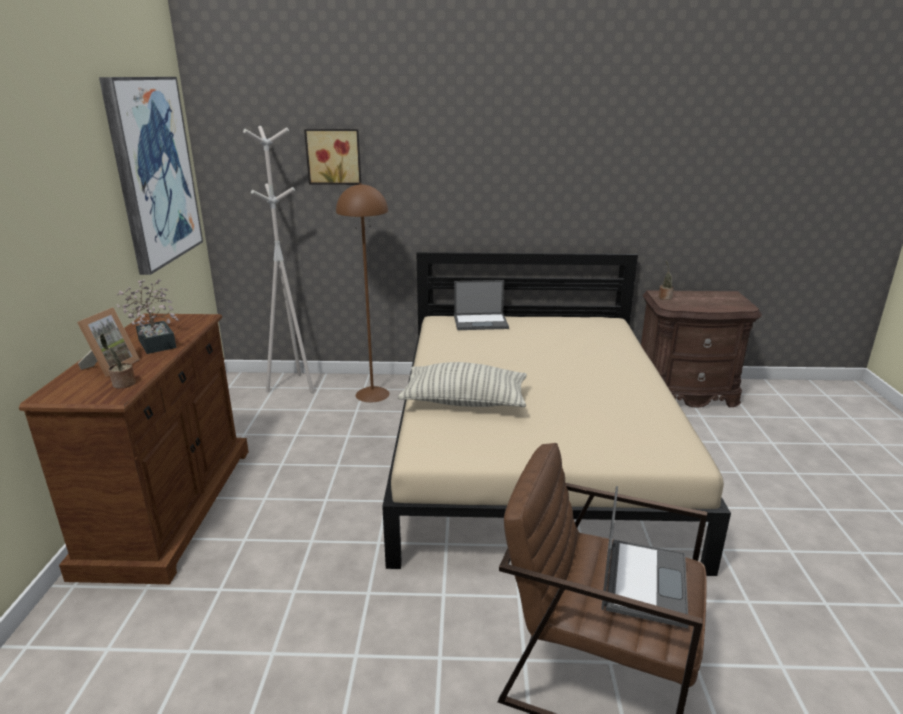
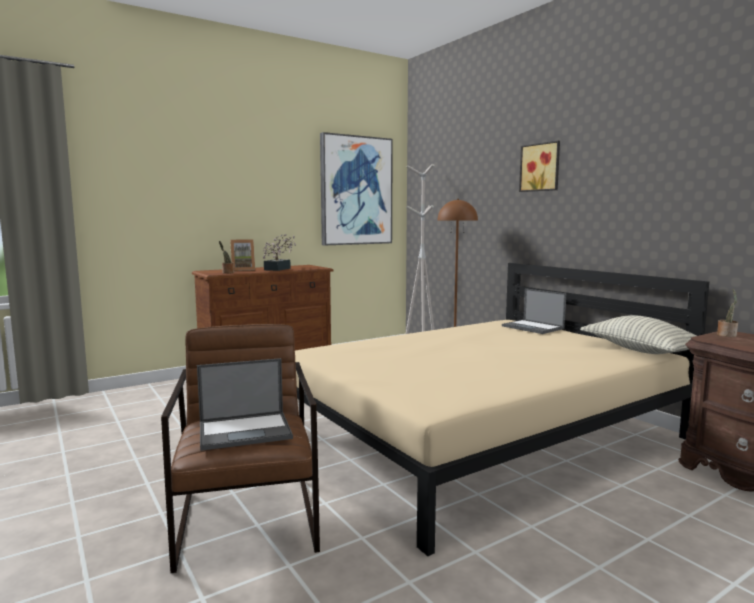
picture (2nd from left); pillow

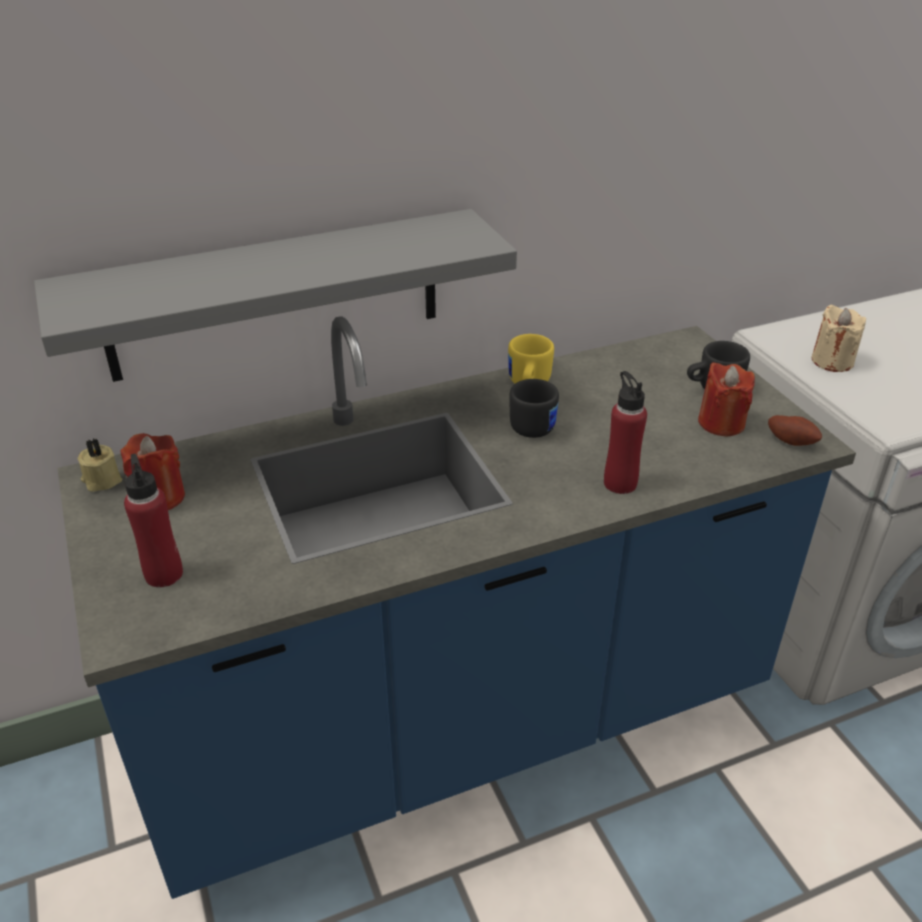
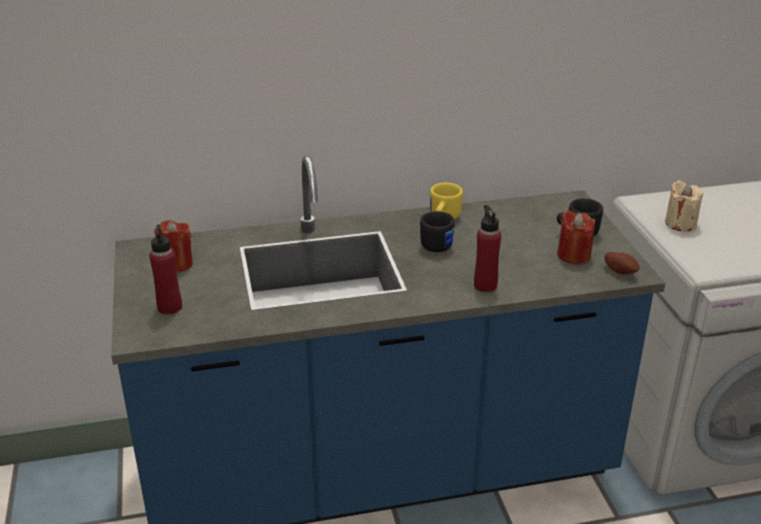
grey_shelf; beige_candle (1st from left in the first image)

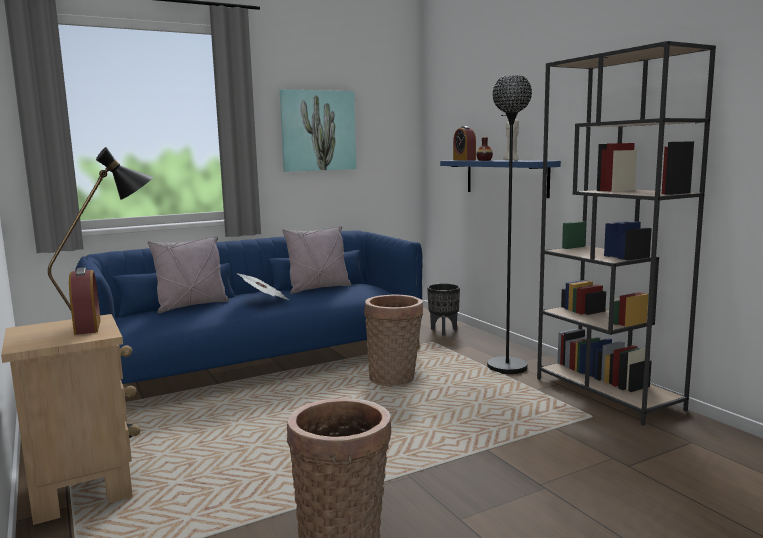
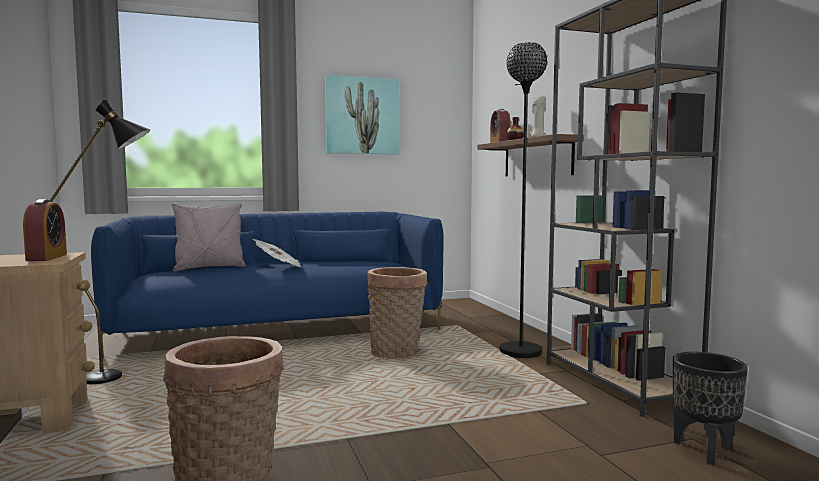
purple_pillow (2nd from left in the first image); black_planter; brown_shelf

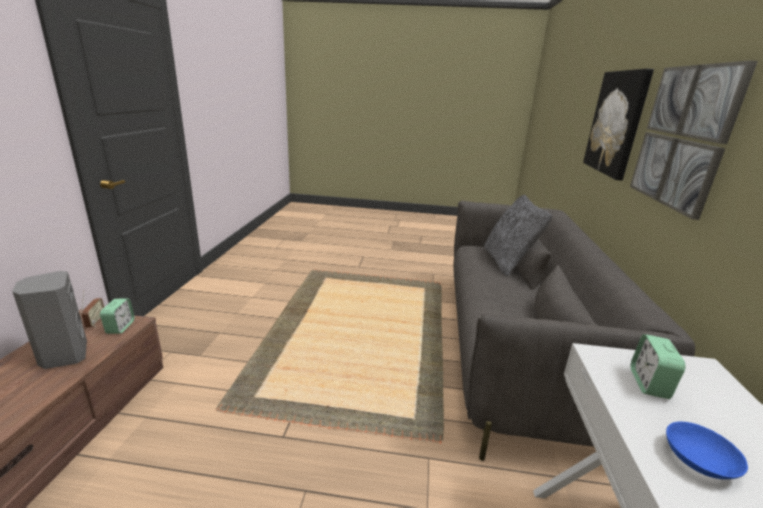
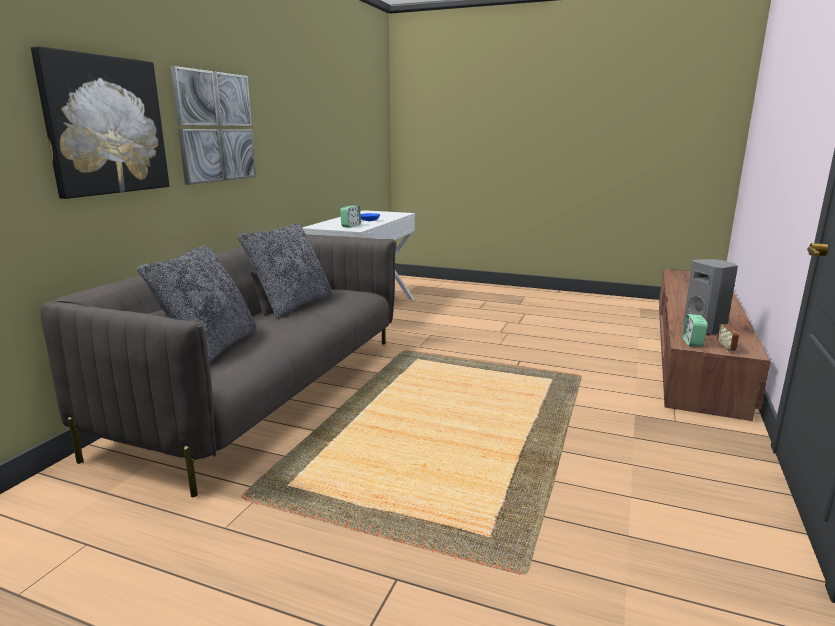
grey_pillow (2nd from left)

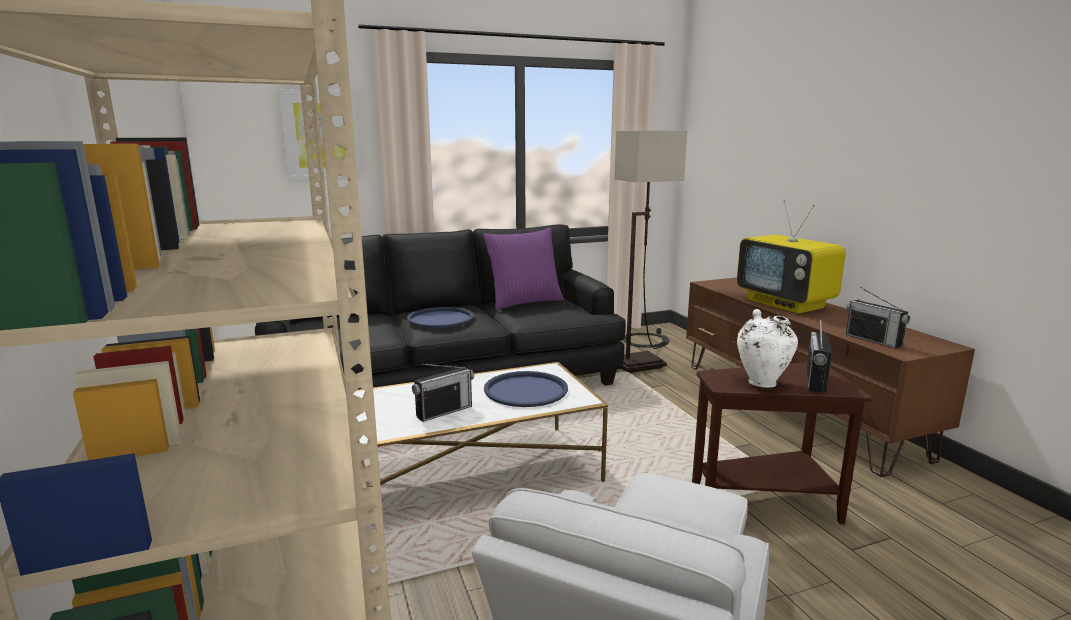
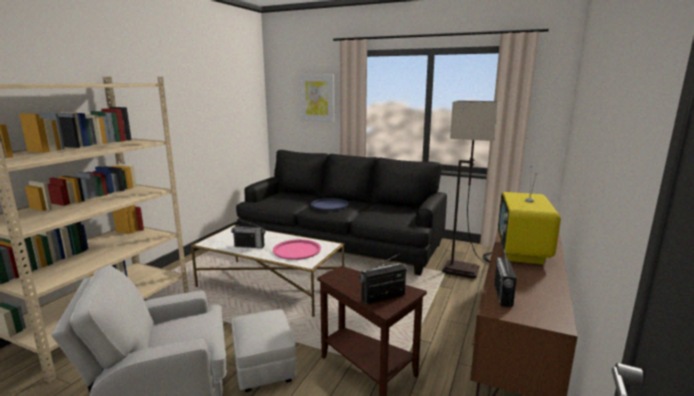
purple_pillow; white_vase; pink_tray

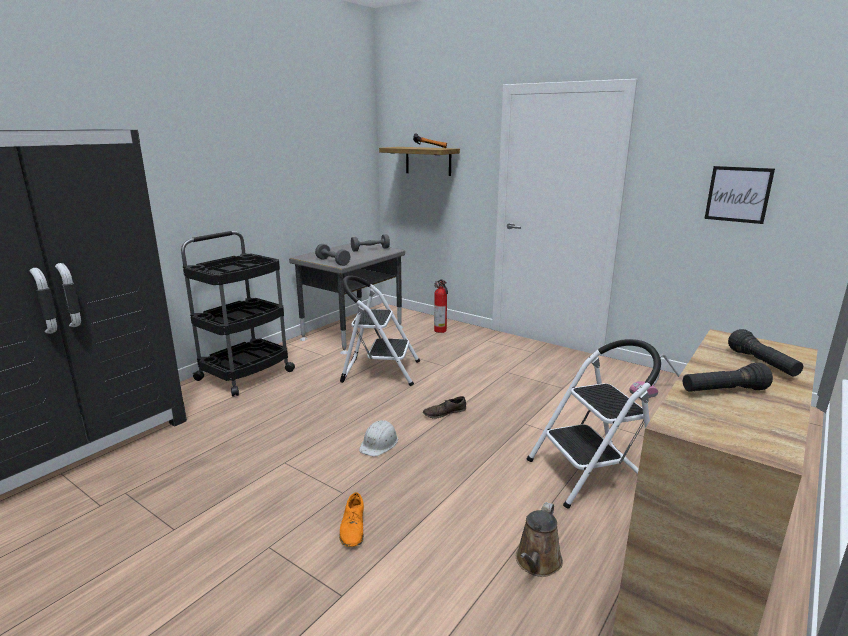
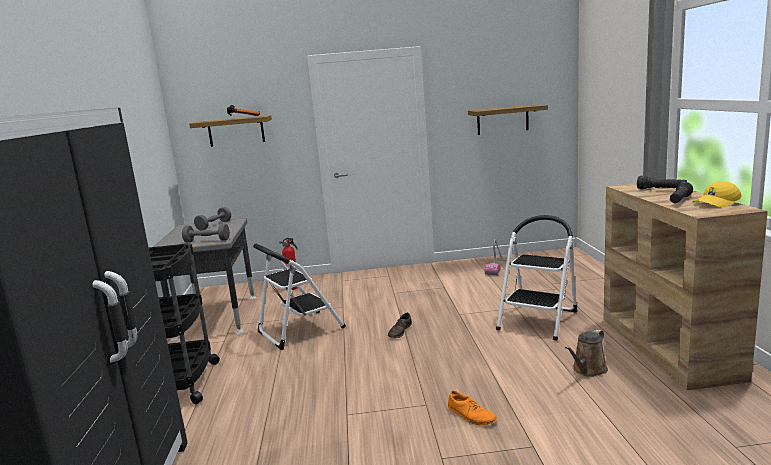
white_hard_hat; yellow_cap; shelf (2nd from left); brown_watering_can

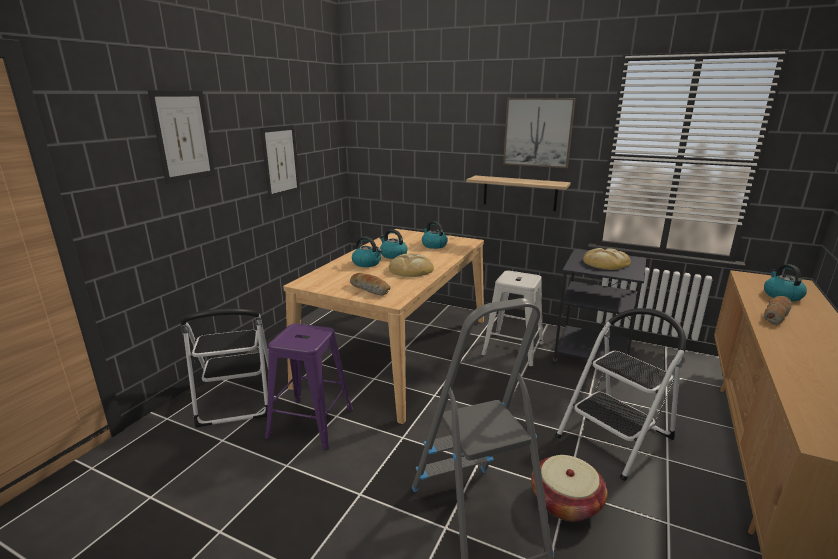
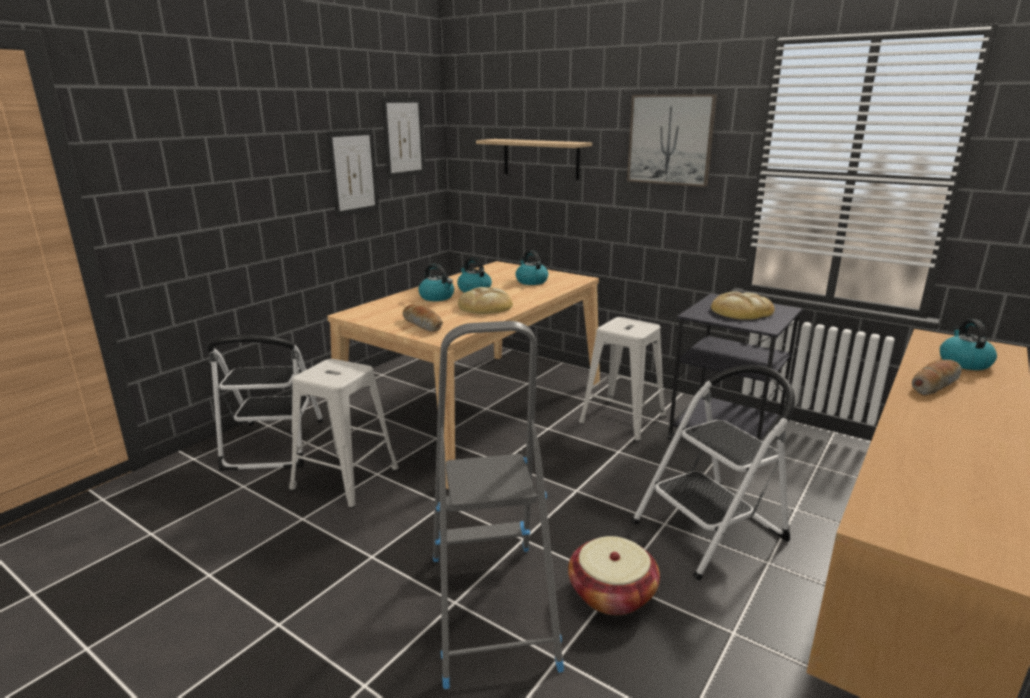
picture (2nd from left); shelf; white_stool (1st from left)

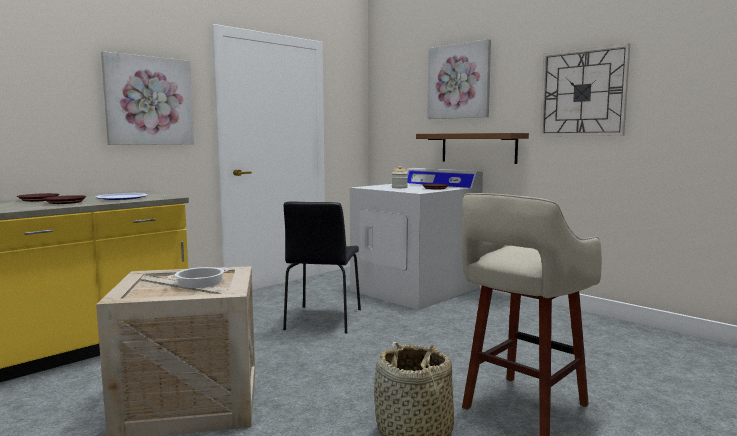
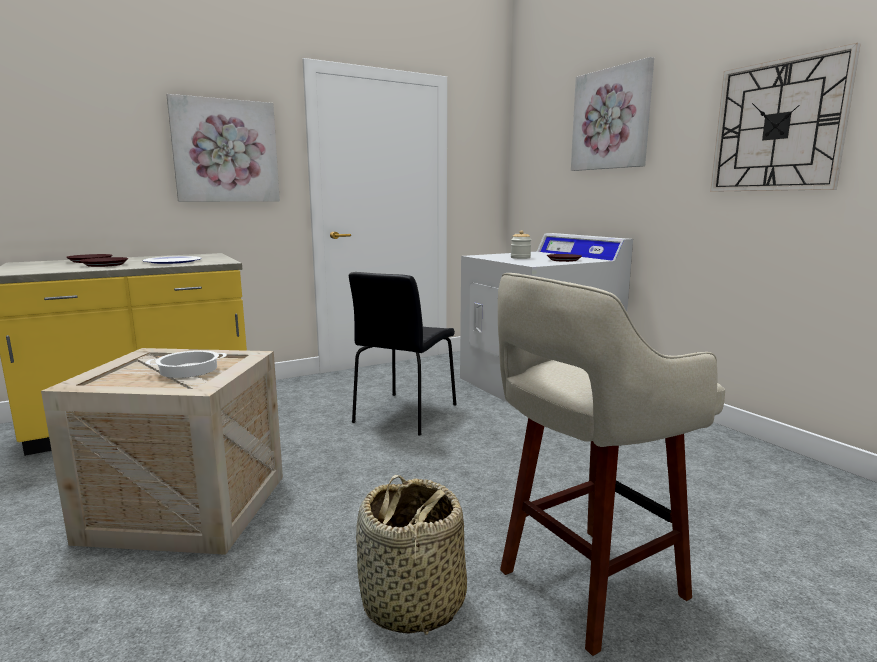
brown_shelf

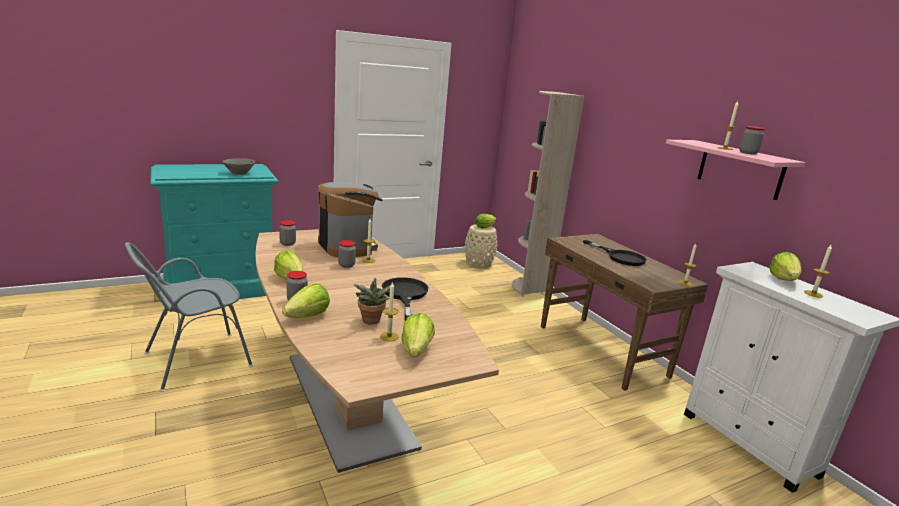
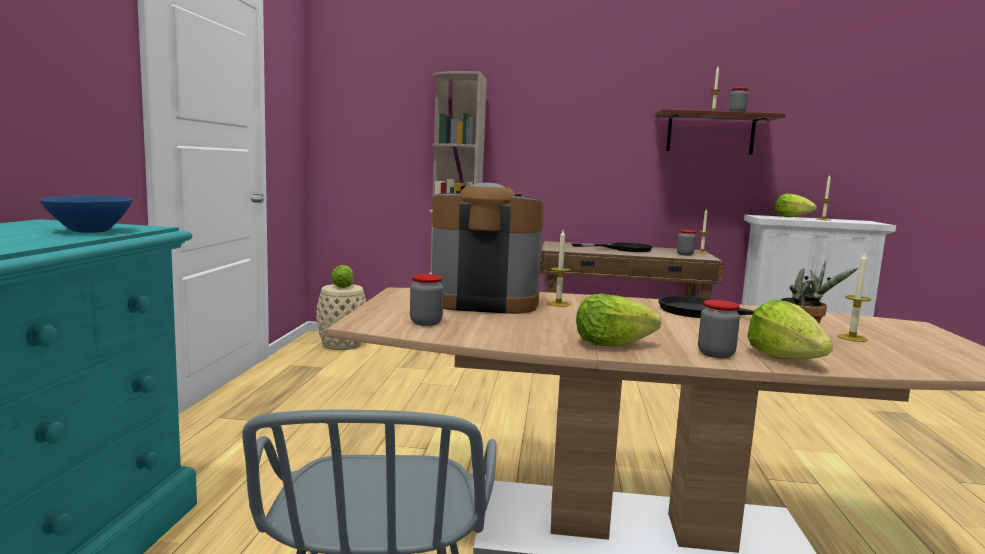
lettuce (3rd from left in the first image); jar (2nd from left); blue_bowl; brown_shelf

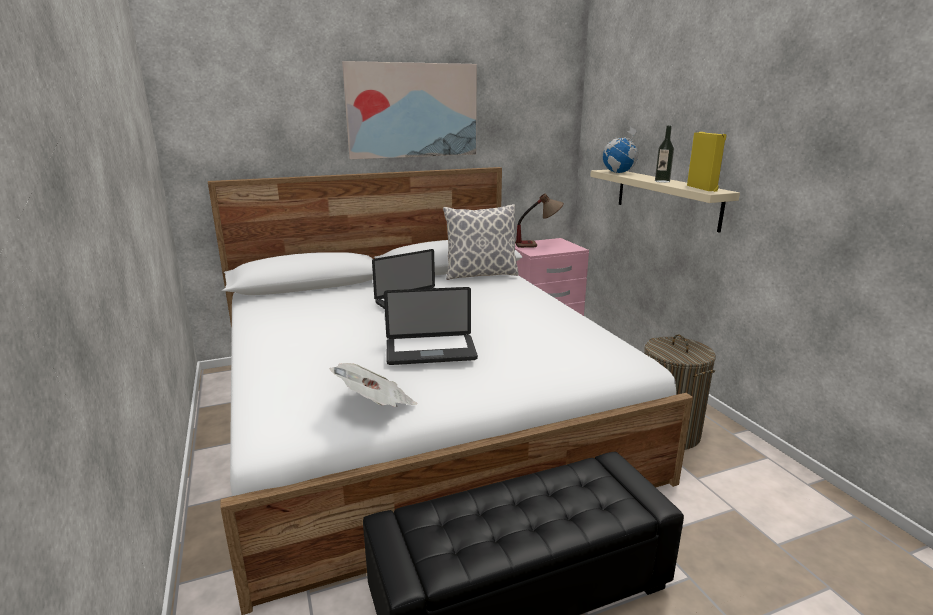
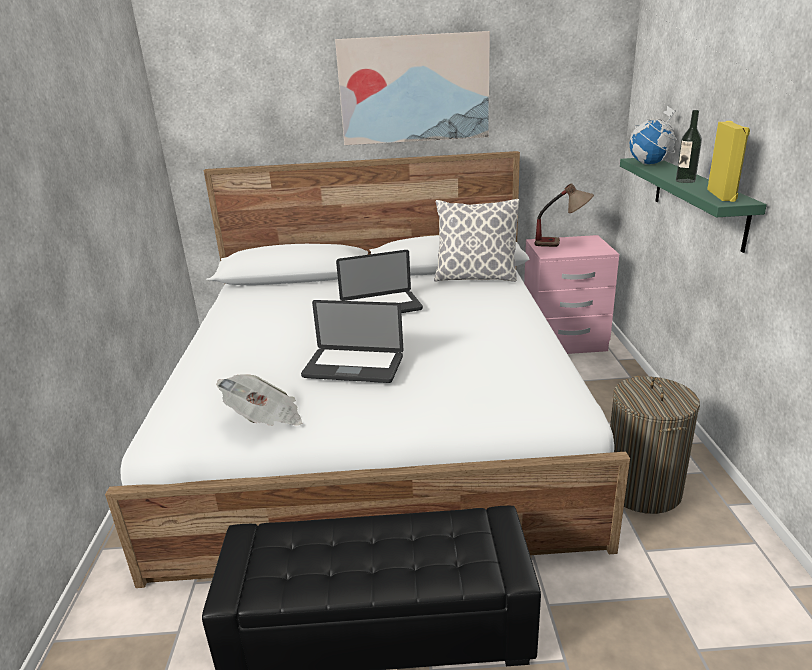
green_shelf

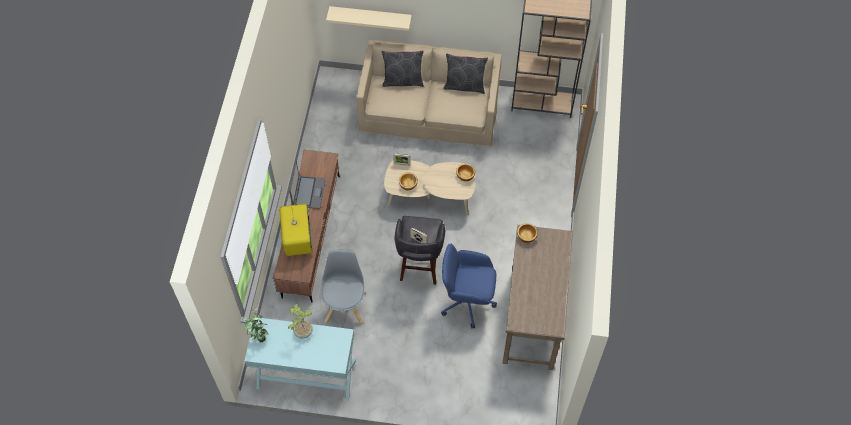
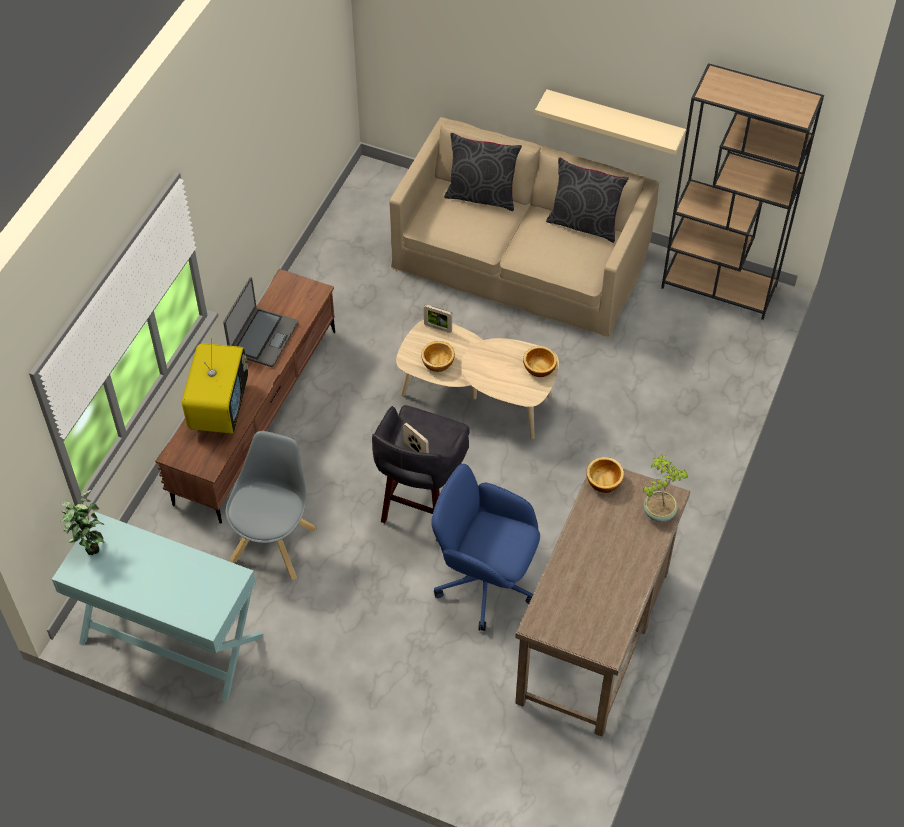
potted_plant (2nd from left); beige_shelf

